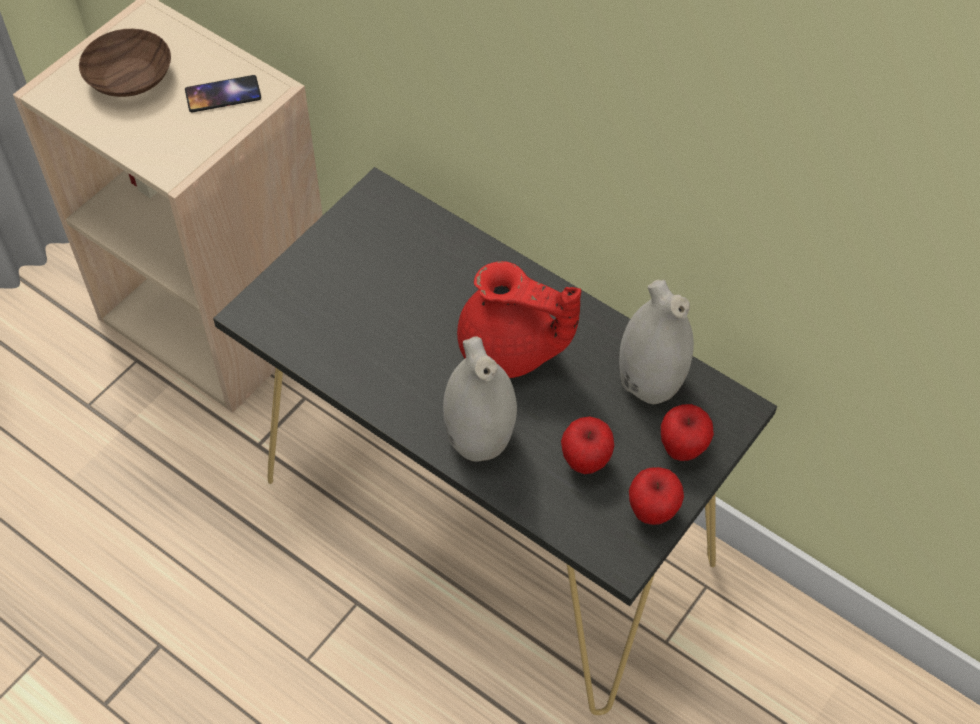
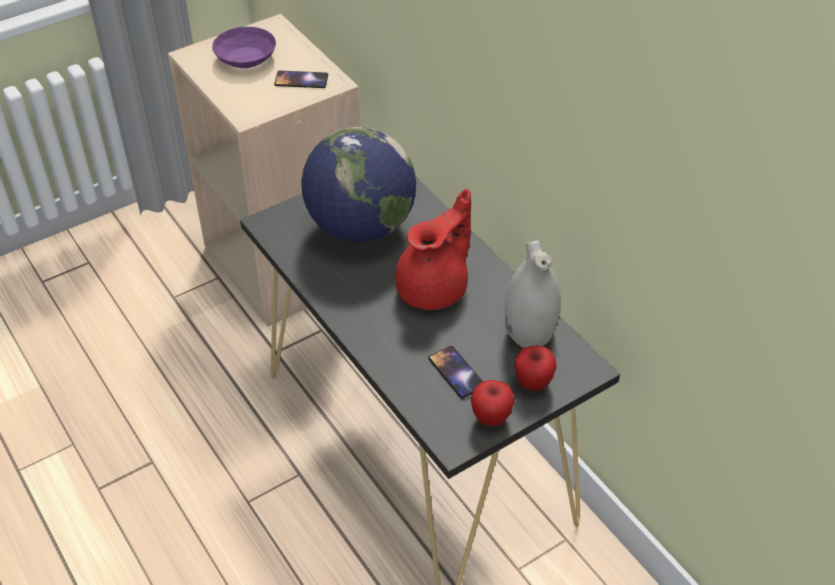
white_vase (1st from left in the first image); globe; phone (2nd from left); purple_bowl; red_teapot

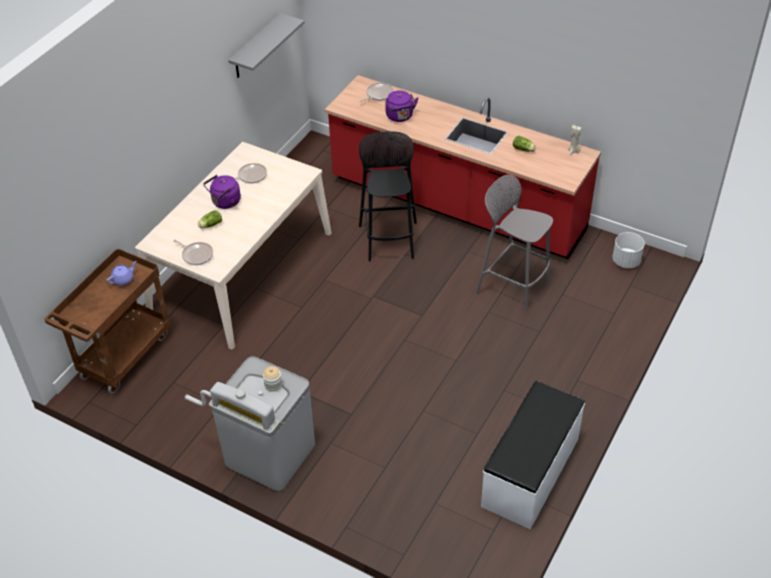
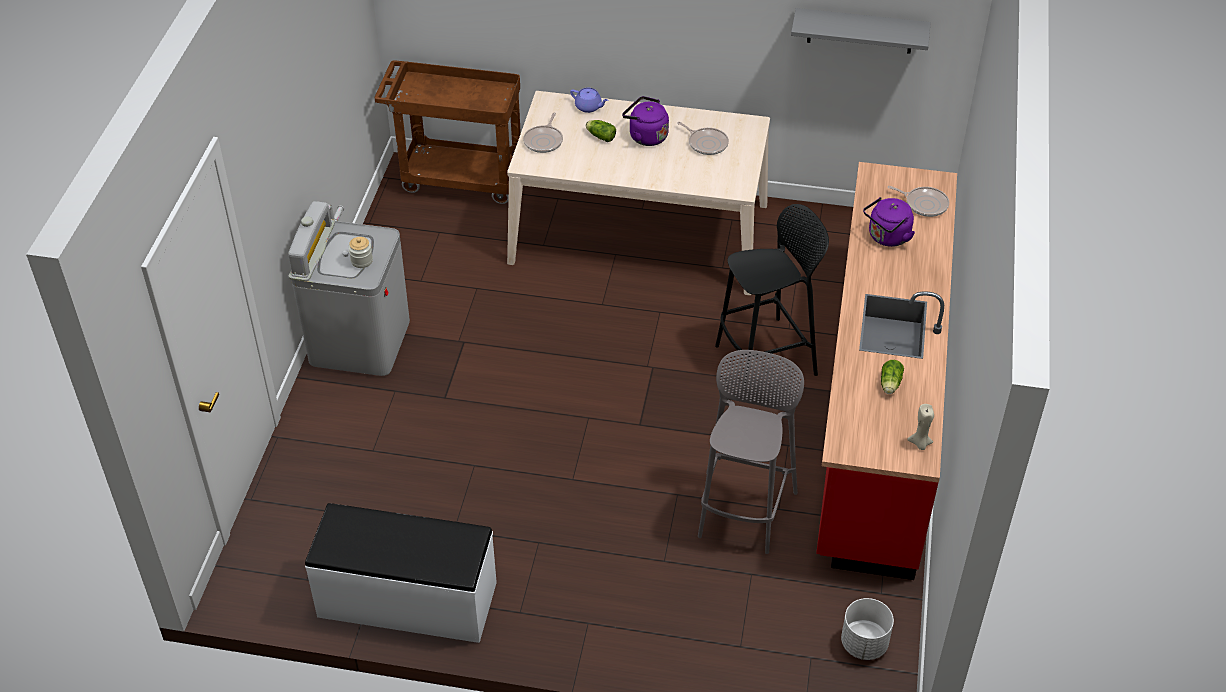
purple_teapot

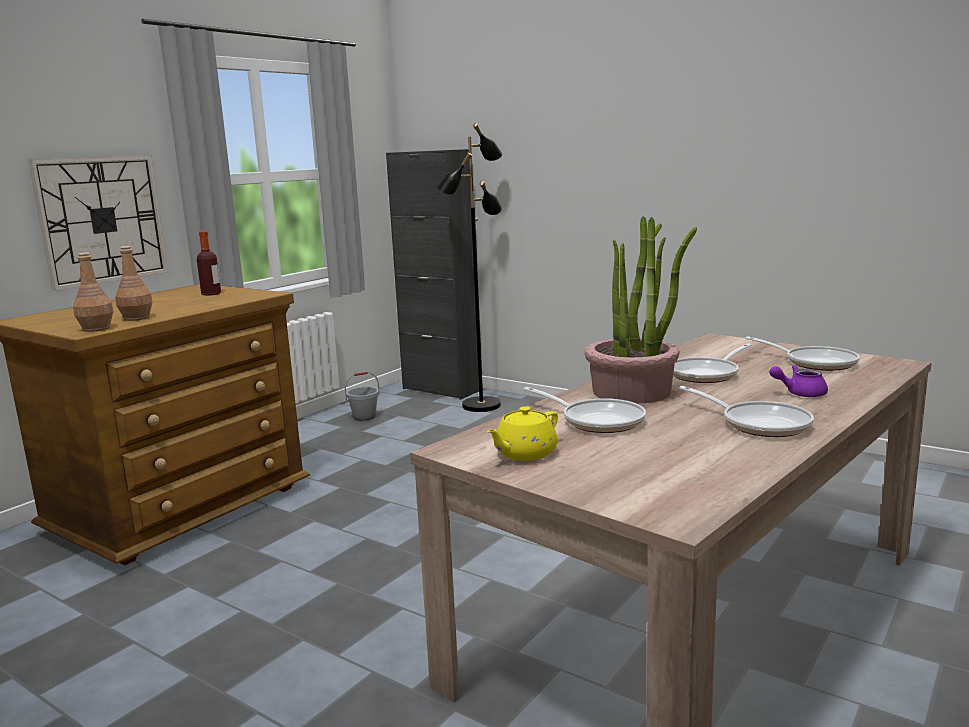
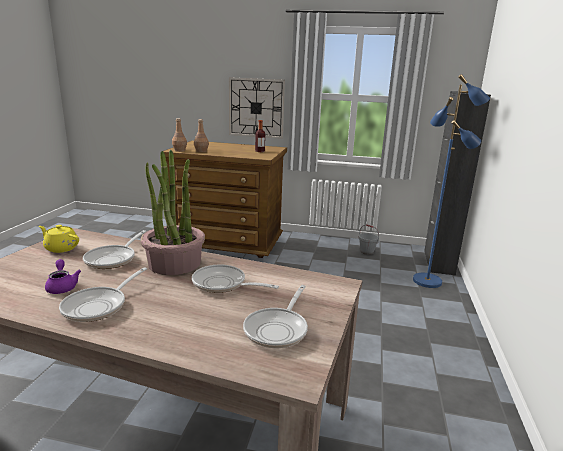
purple_teapot; blue_floor_lamp

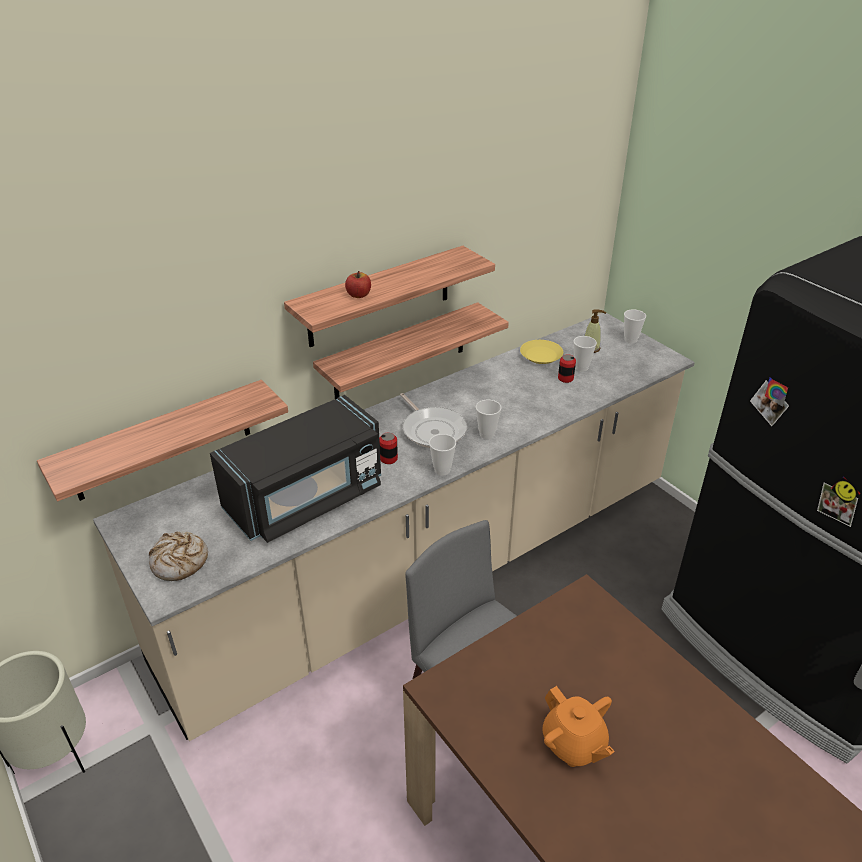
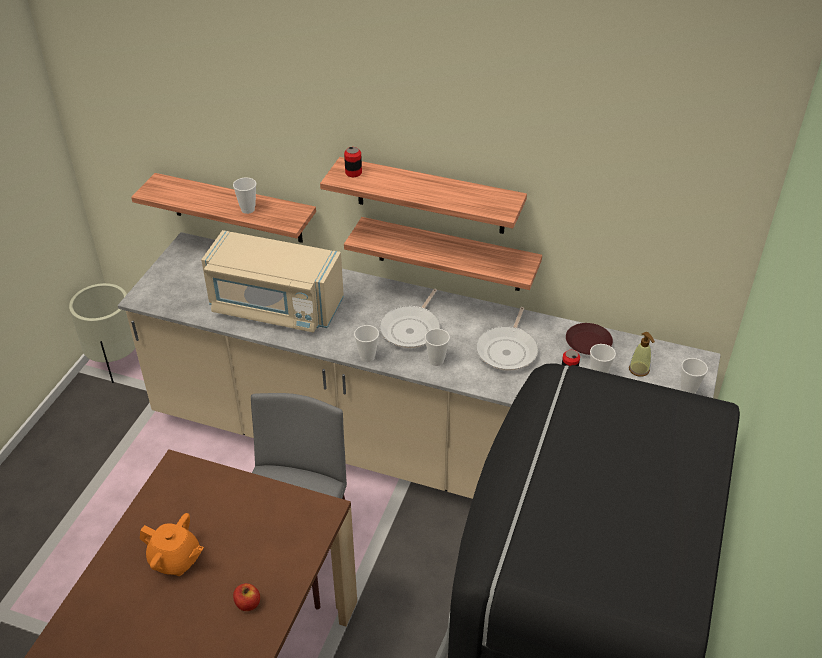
bread; cup (1st from left); frying_pan (2nd from left); apple; can (1st from left); beige_microwave; brown_plate; orange_teapot

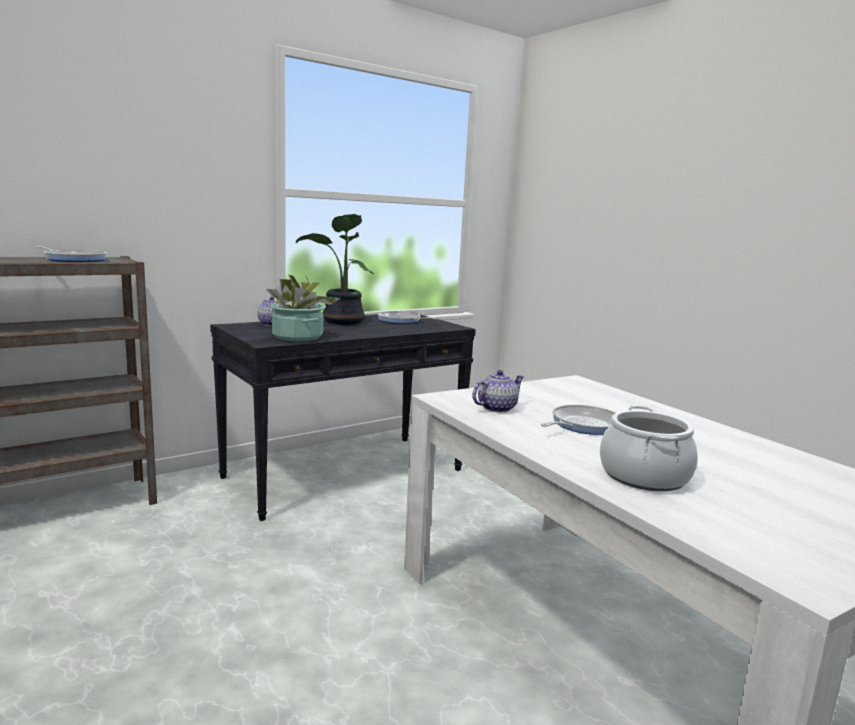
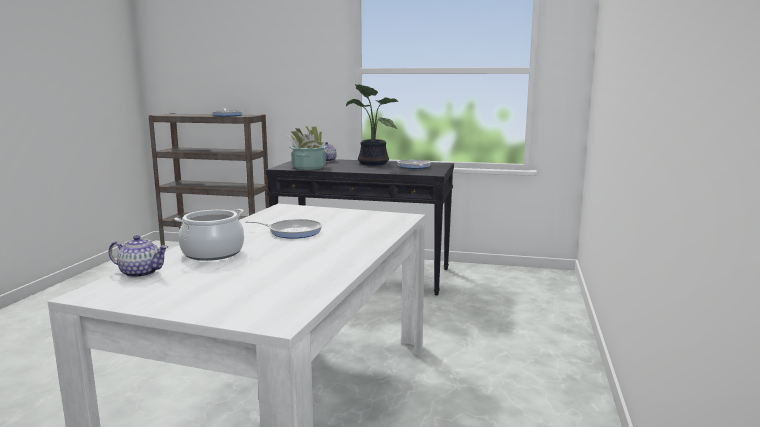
teapot (1st from left)

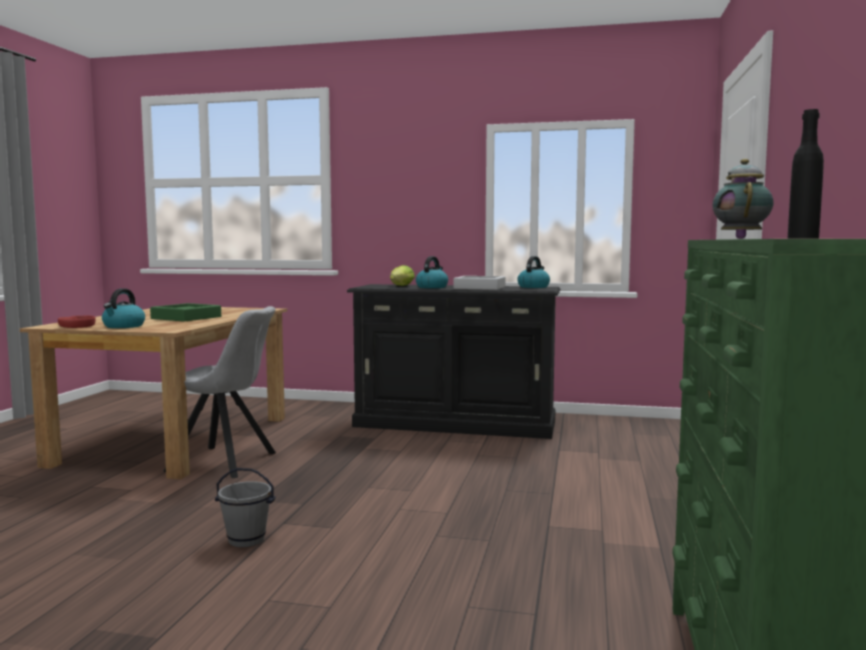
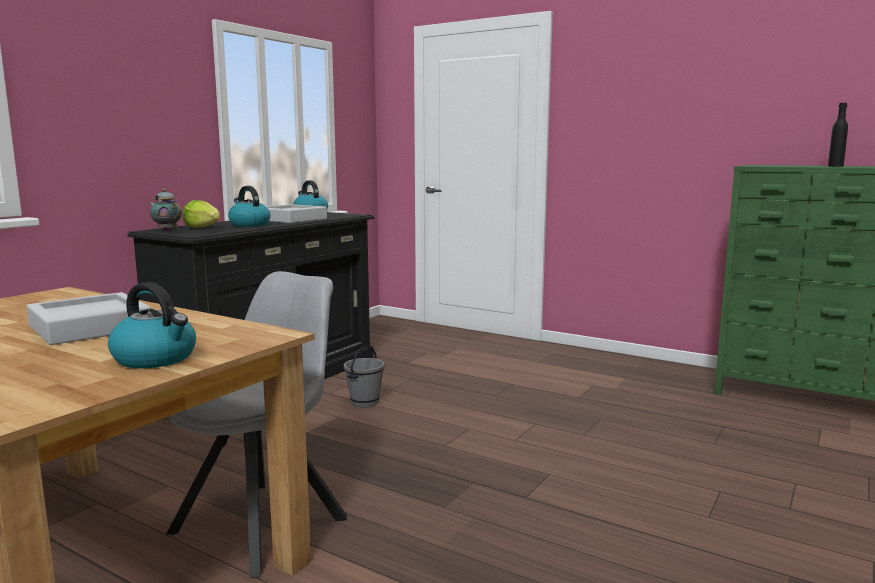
red_bowl; grey_bucket; teapot; grey_tray (1st from left)

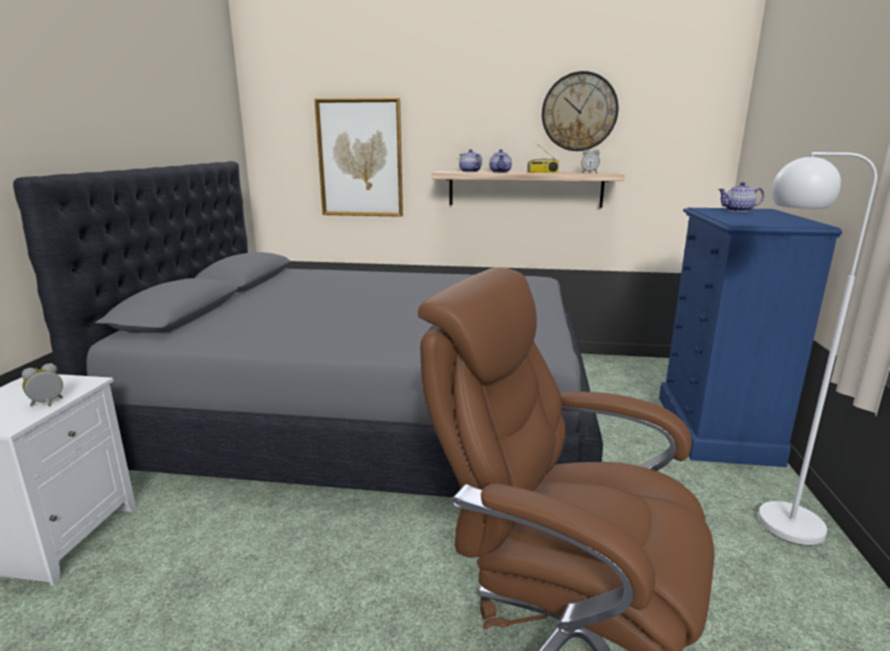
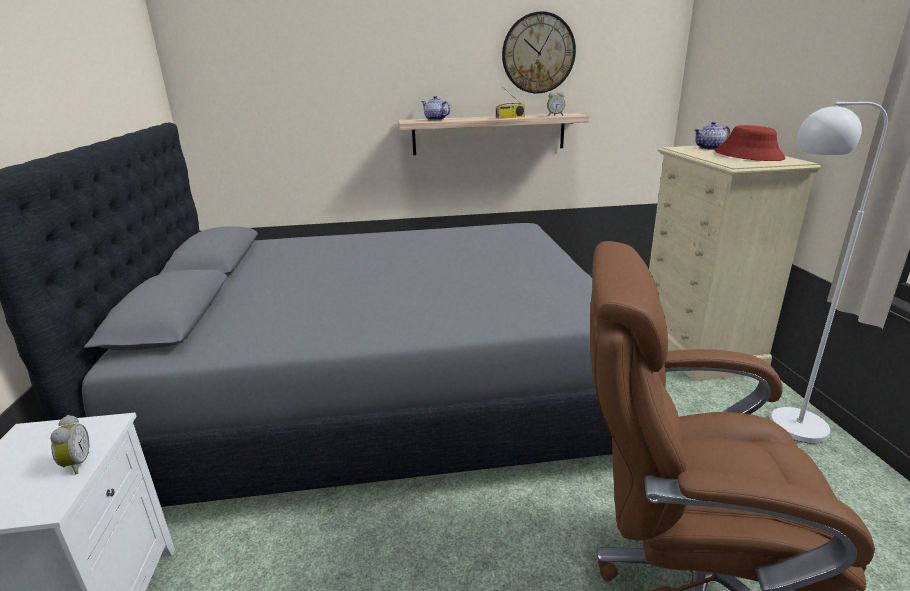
picture; teapot (2nd from left in the first image); red_hat; beige_dresser; alarm_clock (1st from left)

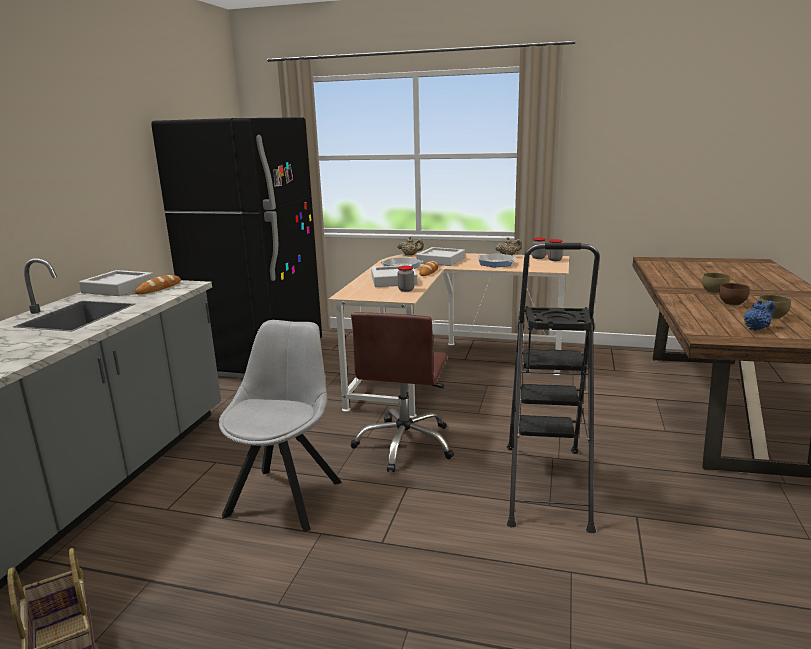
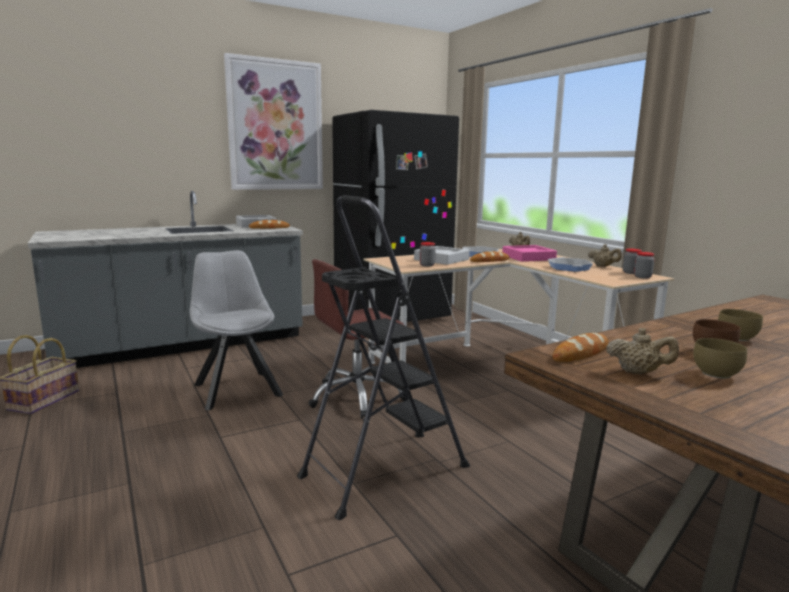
picture; bread (3rd from left); pink_tray; beige_teapot (3rd from left); grey_chair

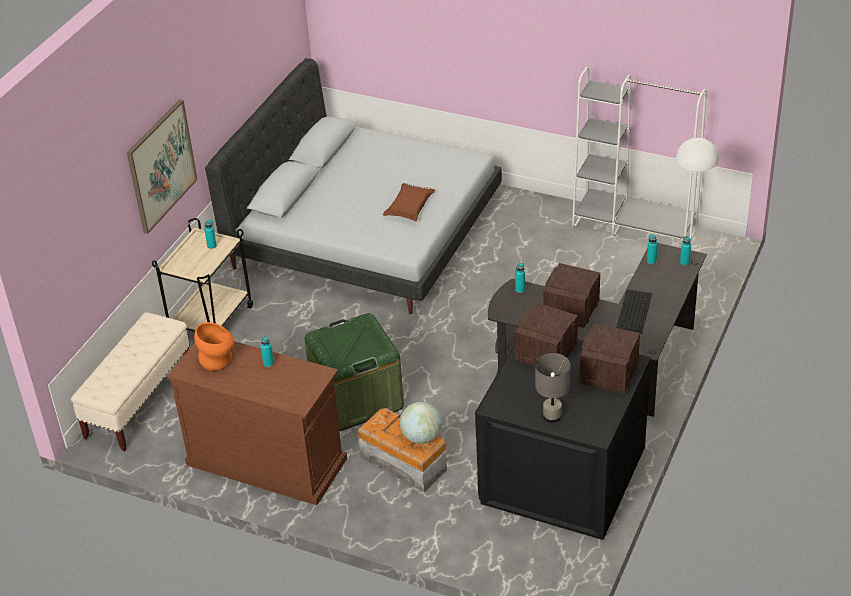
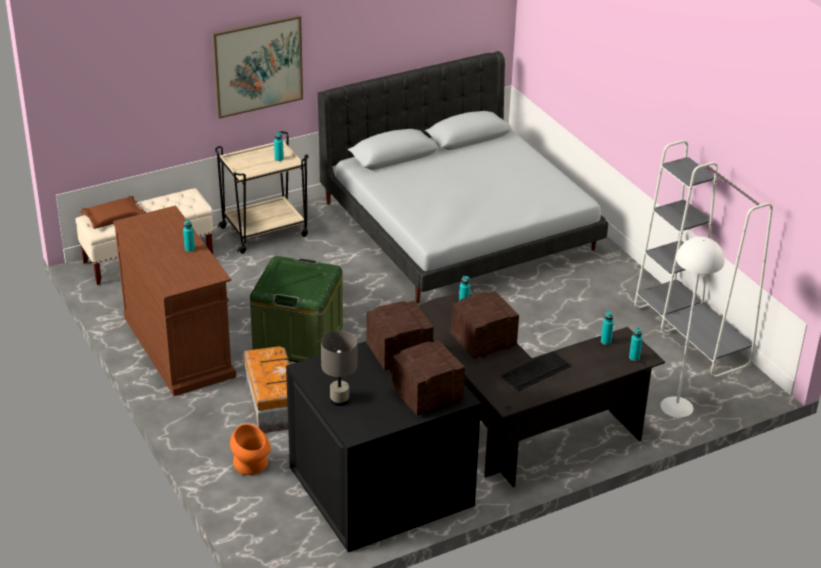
globe; orange_vase; brown_pillow

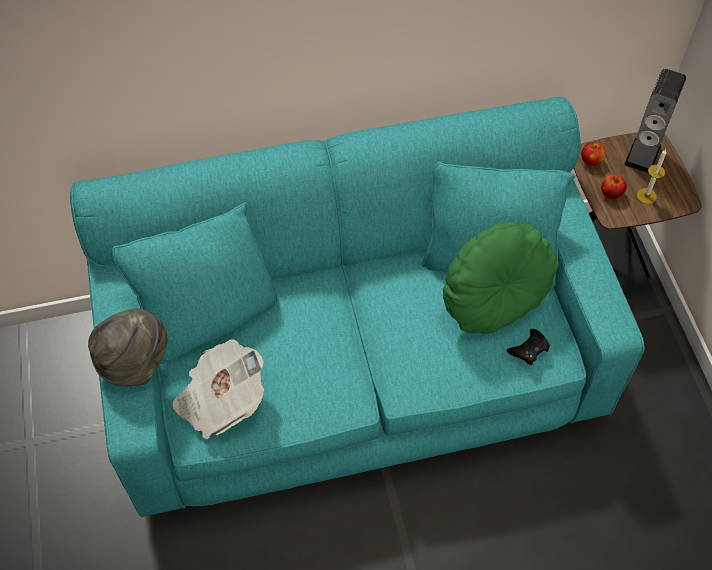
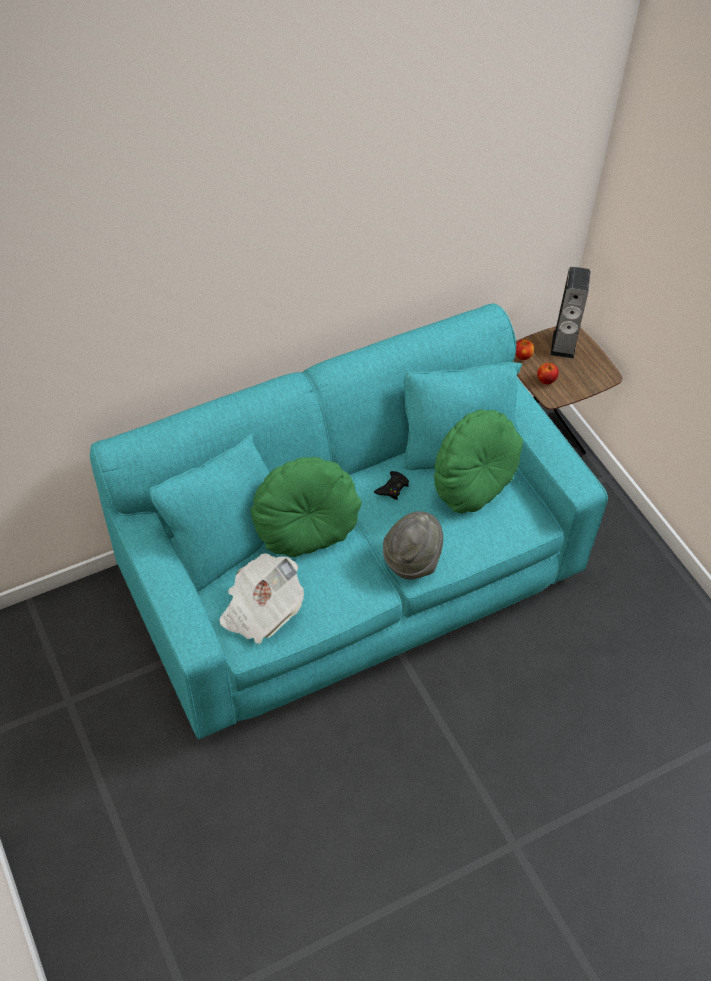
candle; green_pillow (1st from left); grey_hat; black_game_controller

